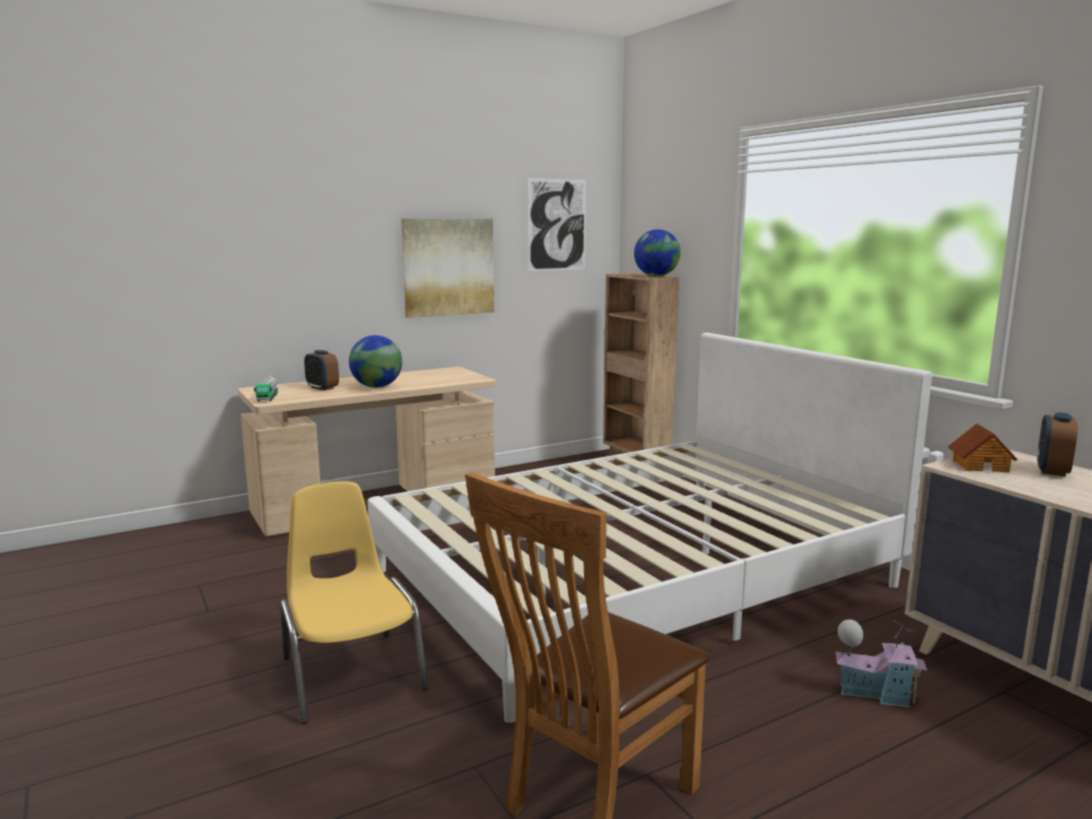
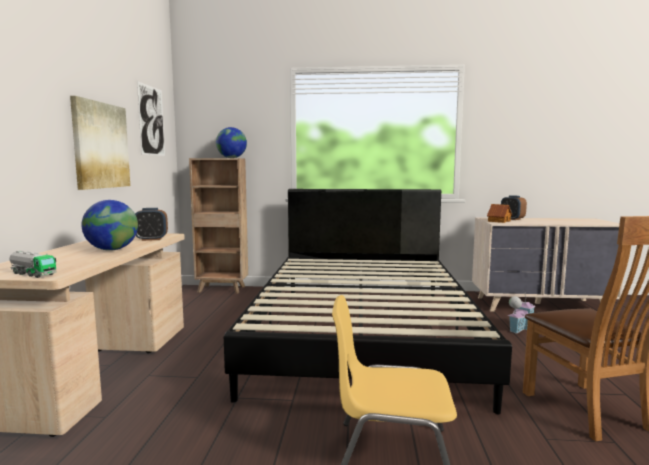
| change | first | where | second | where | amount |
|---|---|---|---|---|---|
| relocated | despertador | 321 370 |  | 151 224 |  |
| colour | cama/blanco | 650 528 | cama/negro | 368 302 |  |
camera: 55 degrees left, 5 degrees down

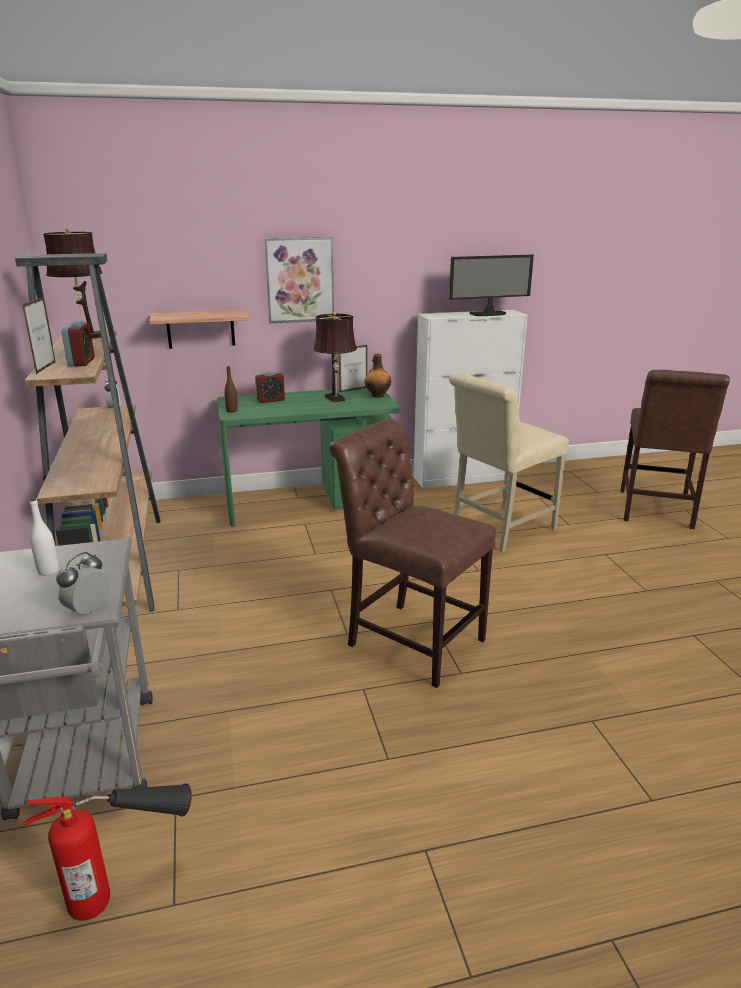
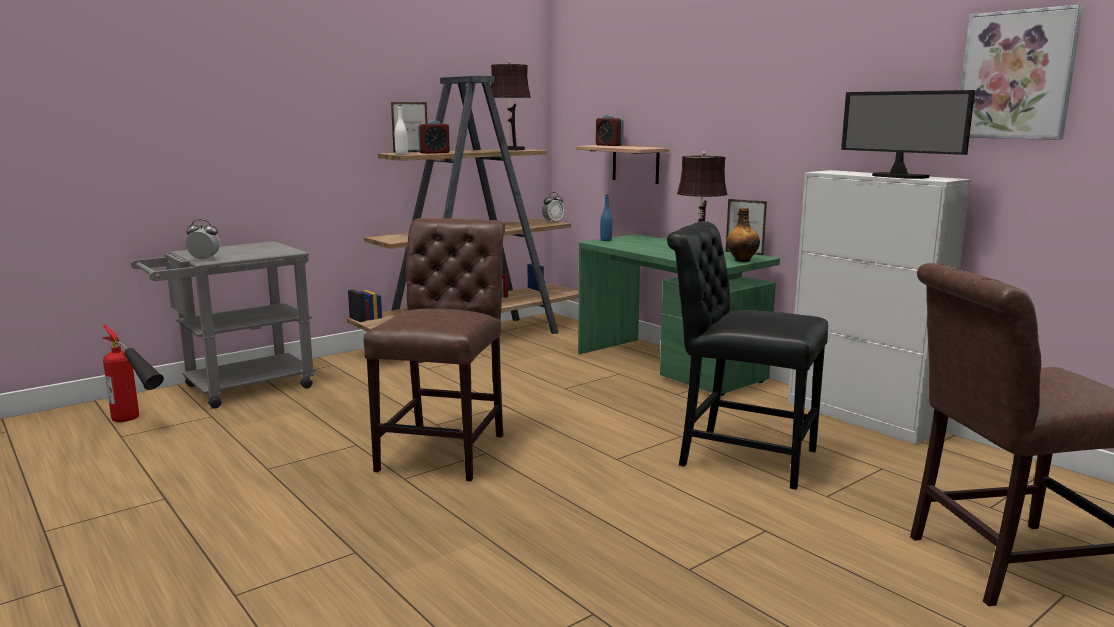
| change | first | where | second | where | amount |
|---|---|---|---|---|---|
| relocated | botella/blanco | 44 537 |  | 401 130 |  |
| relocated | despertador | 270 387 |  | 610 130 |  |
| relocated | cuadro | 299 280 |  | 1022 72 |  |
| colour | botella/marrón | 231 389 | botella/azul | 606 218 |  |
| colour | silla/beis | 509 462 | silla/negro | 747 355 |  |
camera: 65 degrees right, 10 degrees down

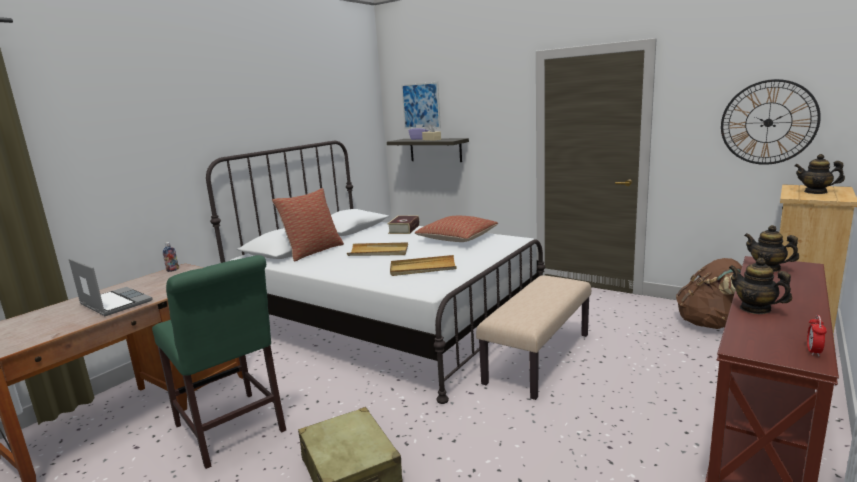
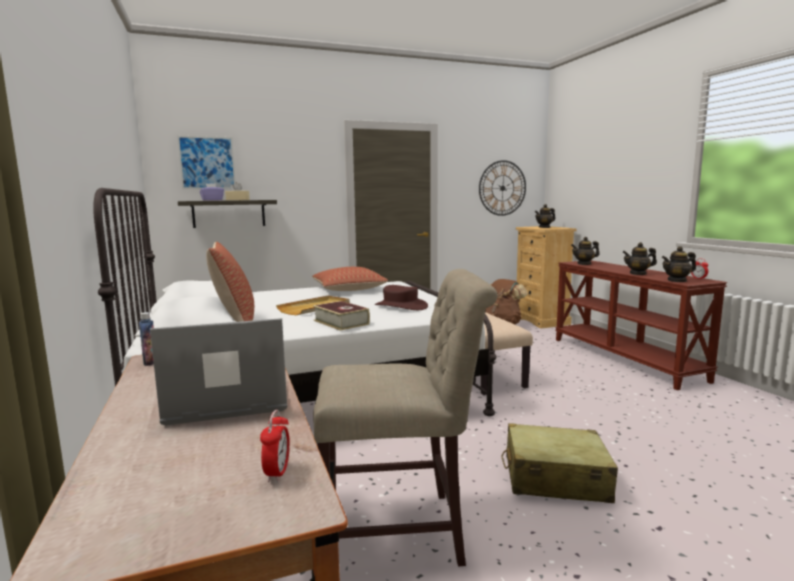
| change | first | where | second | where | amount |
|---|---|---|---|---|---|
| appeared |  |  | despertador | 275 446 |  |
| appeared |  |  | tetera | 679 264 |  |
| relocated | libro | 403 225 |  | 341 316 |  |
| exchanged | bandeja/beis | 423 265 | sombrero/marrón | 401 297 |  |
| colour | silla/verde | 219 362 | silla/beis | 405 417 |  |
camera: 55 degrees left, 5 degrees down

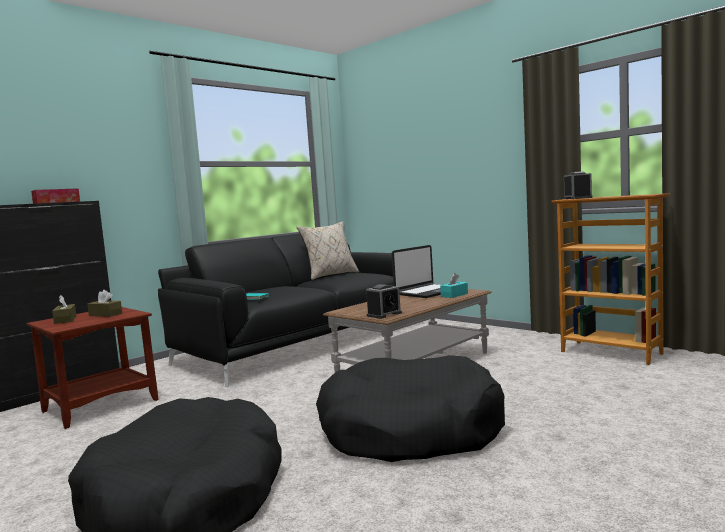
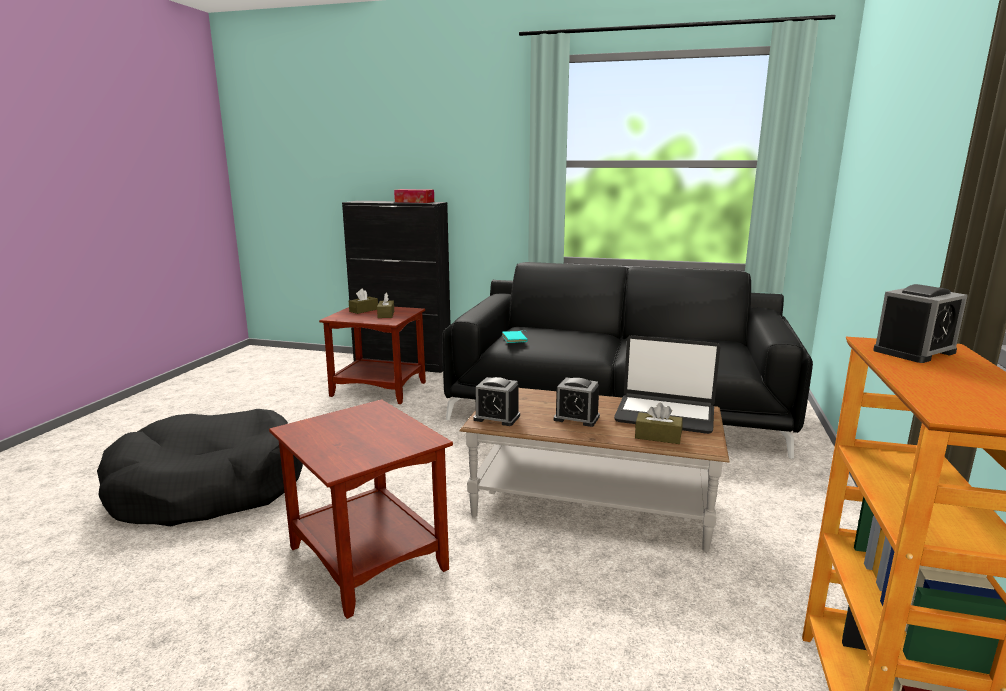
| change | first | where | second | where | amount |
|---|---|---|---|---|---|
| missing | cojín/beis | 328 250 |  |  |  |
| appeared |  |  | despertador | 577 402 |  |
| exchanged | cama para perro/negro | 410 408 | mesa auxiliar/marrón | 361 509 |  |
| colour | caja de pañuelos/turquesa | 454 285 | caja de pañuelos/marrón | 659 423 |  |
camera: 60 degrees right, 10 degrees up

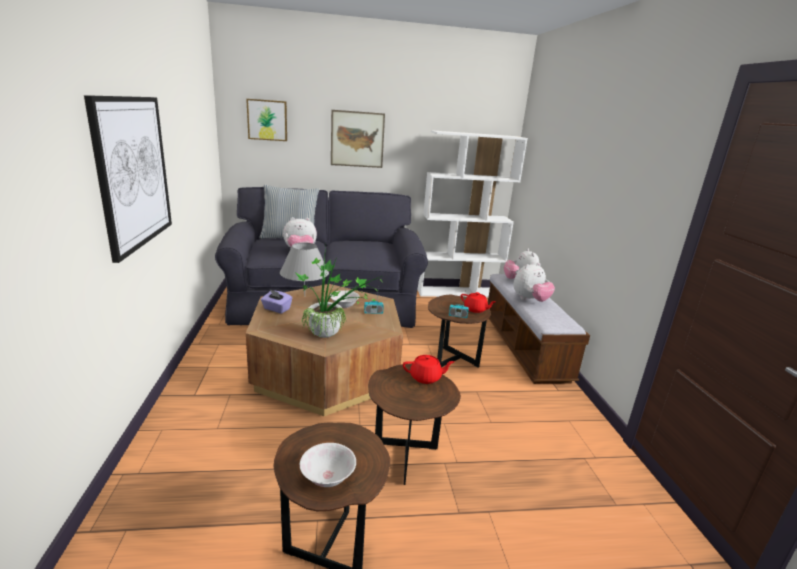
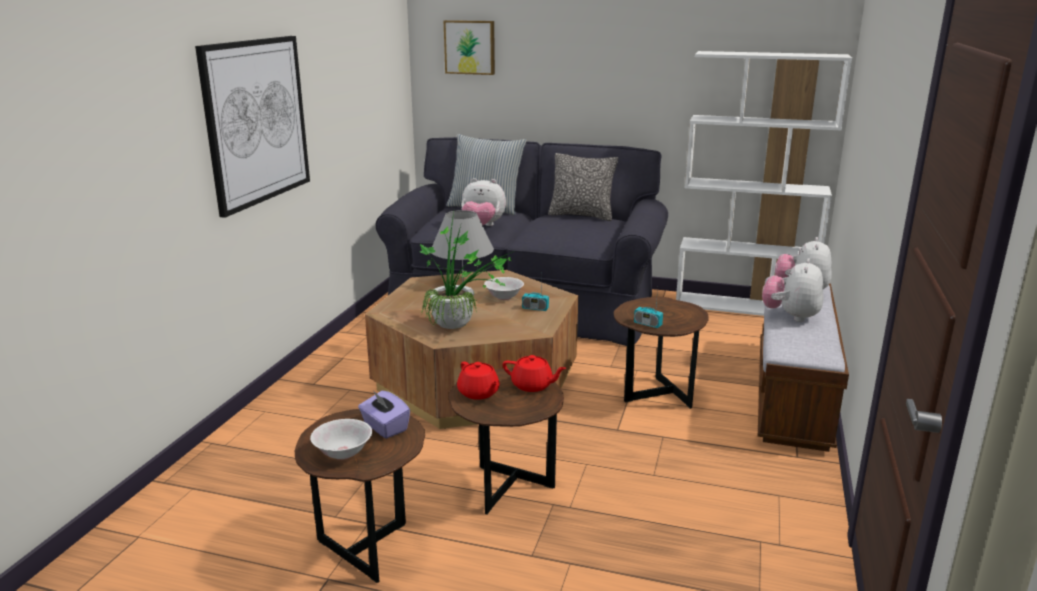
| change | first | where | second | where | amount |
|---|---|---|---|---|---|
| missing | cuadro | 358 139 |  |  |  |
| appeared |  |  | cojín | 583 187 |  |
| relocated | caja de pañuelos/morado | 276 301 |  | 384 415 |  |
| relocated | tetera/rojo | 478 302 |  | 478 381 |  |
| spun | peluche | 534 282 |  | 792 290 | 120 degrees clockwise |
camera: 25 degrees right, 0 degrees up

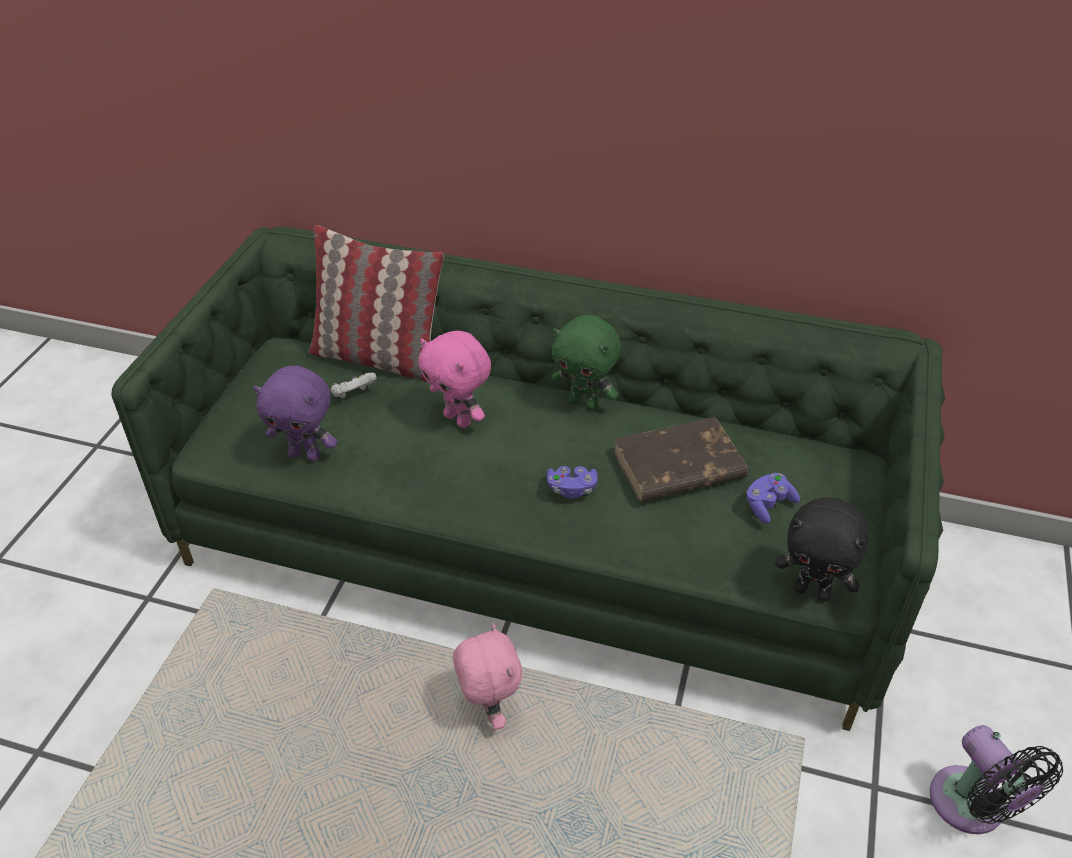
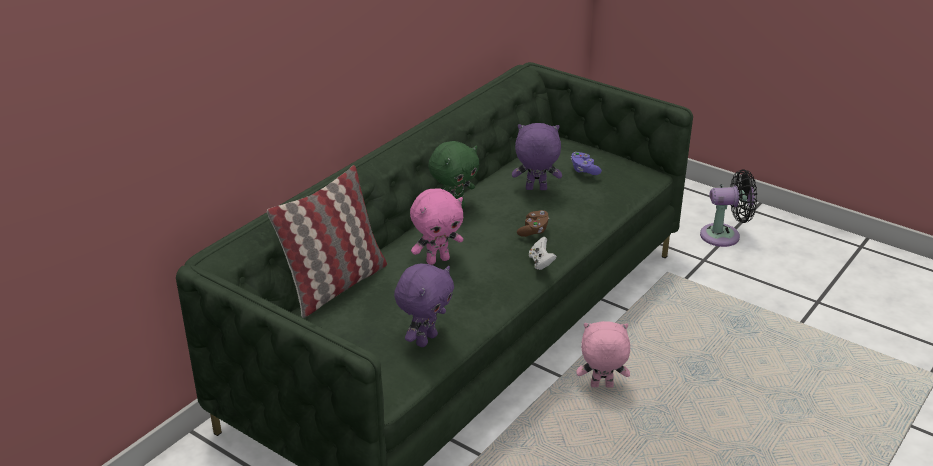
| change | first | where | second | where | amount |
|---|---|---|---|---|---|
| missing | peluche/negro | 822 549 |  |  |  |
| relocated | mando de consola/blanco | 354 385 |  | 543 253 |  |
| exchanged | libro/marrón | 680 459 | peluche/morado | 537 156 |  |
| colour | mando de consola/morado | 572 482 | mando de consola/marrón | 533 223 |  |
camera: 70 degrees left, 10 degrees down

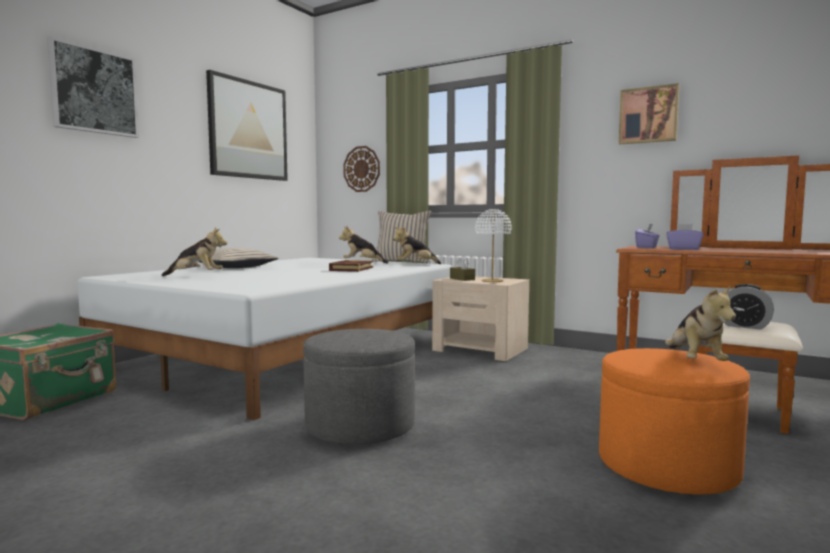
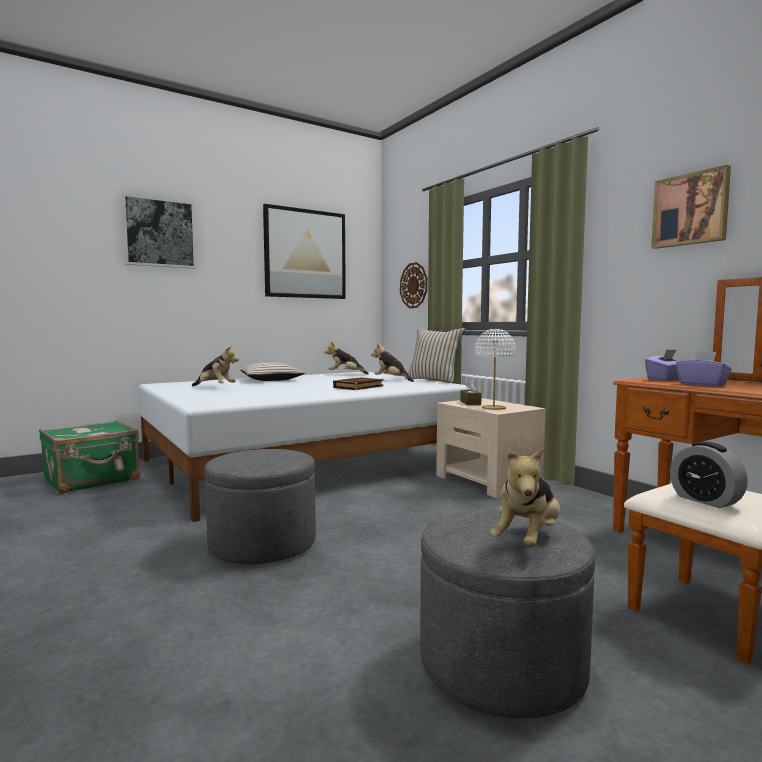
| change | first | where | second | where | amount |
|---|---|---|---|---|---|
| relocated | peluche | 417 245 |  | 347 358 |  |
| colour | puf/naranja | 674 421 | puf/gris | 507 614 |  |
camera: 25 degrees right, 0 degrees up

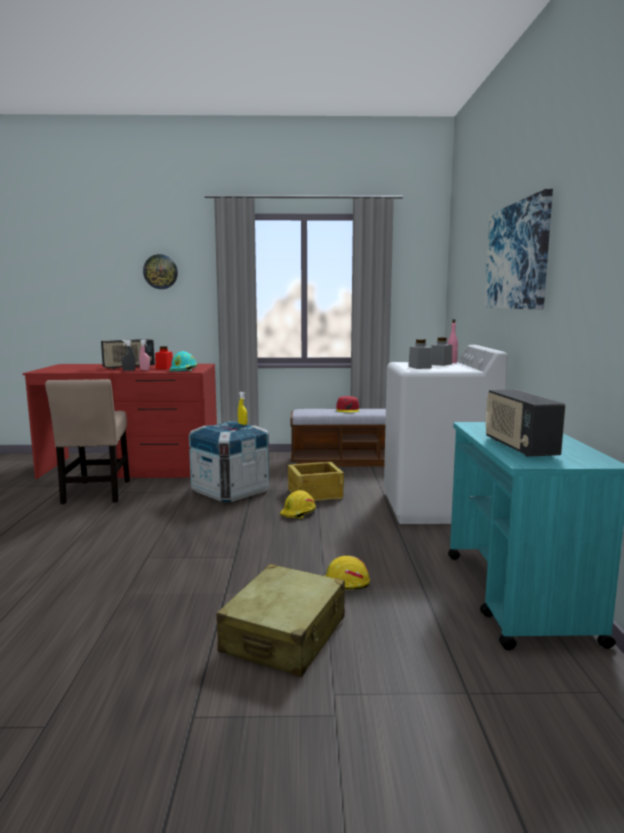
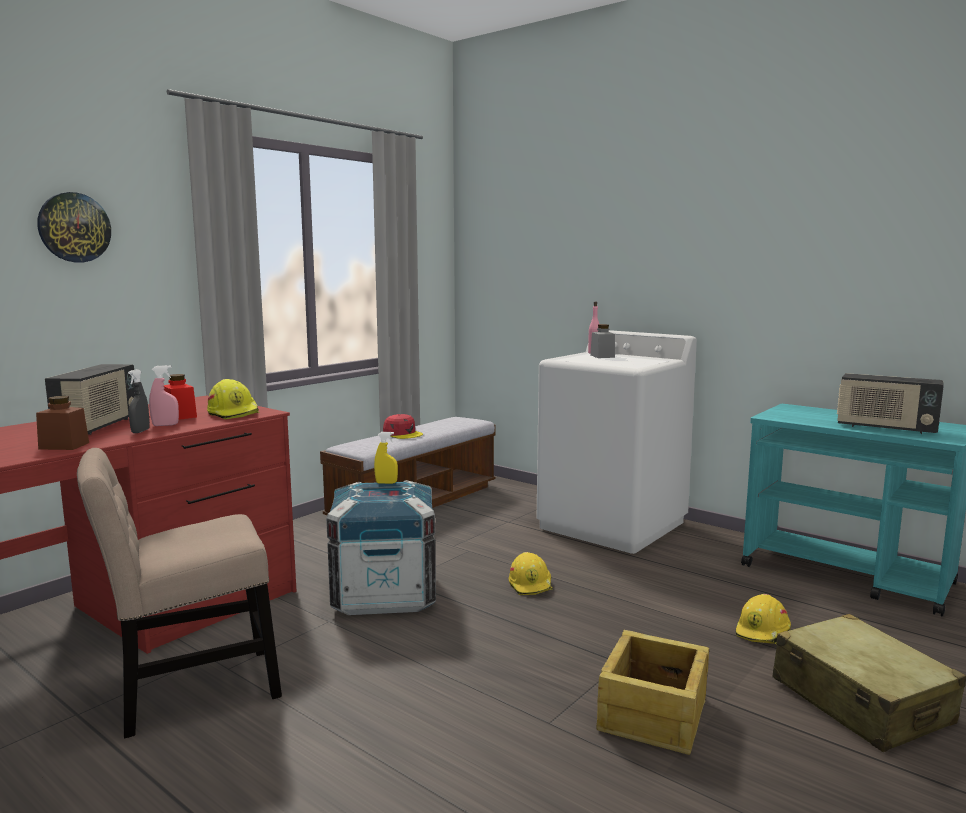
| change | first | where | second | where | amount |
|---|---|---|---|---|---|
| missing | tarro/gris | 420 354 |  |  |  |
| missing | cuadro | 518 249 |  |  |  |
| appeared |  |  | tarro/marrón | 62 423 |  |
| relocated | caja de embalaje | 316 481 |  | 652 692 |  |
| colour | casco/turquesa | 183 361 | casco/amarillo | 233 399 |  |
| spun | silla/beis | 87 441 |  | 179 593 | 120 degrees clockwise |
camera: 50 degrees left, 0 degrees up

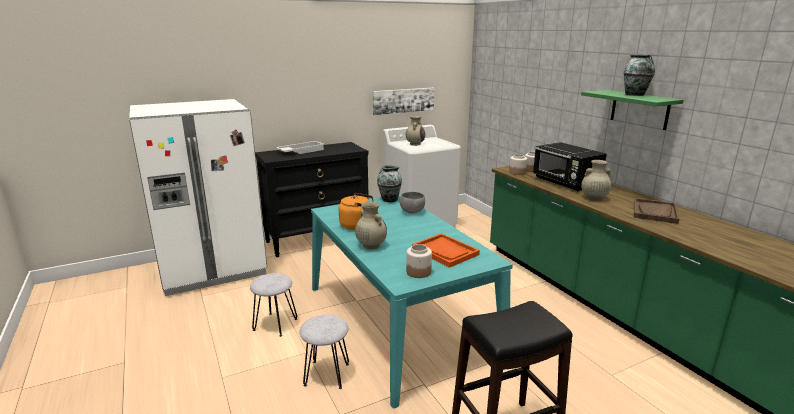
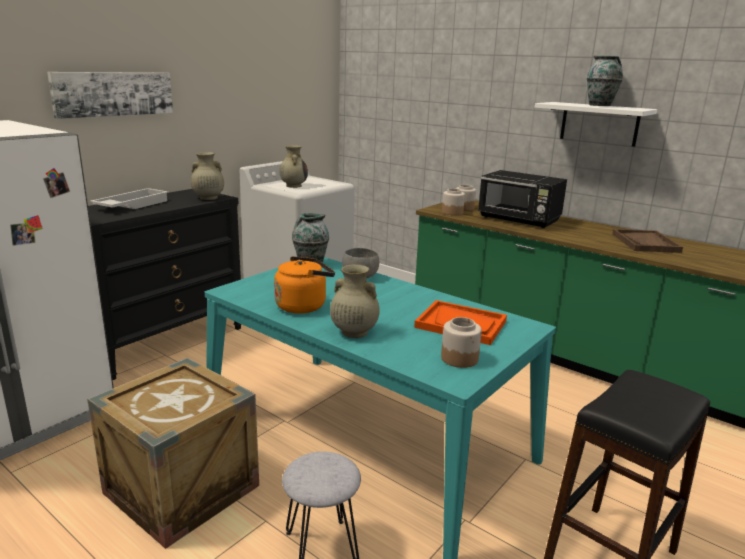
| change | first | where | second | where | amount |
|---|---|---|---|---|---|
| relocated | cuadro | 403 101 |  | 110 95 |  |
| relocated | florero/beis | 596 180 |  | 207 176 |  |
| exchanged | taburete/gris | 273 305 | caja de embalaje | 173 453 |  |
| colour | estante/verde | 632 110 | estante/blanco | 596 124 |  |
camera: 25 degrees left, 0 degrees up

